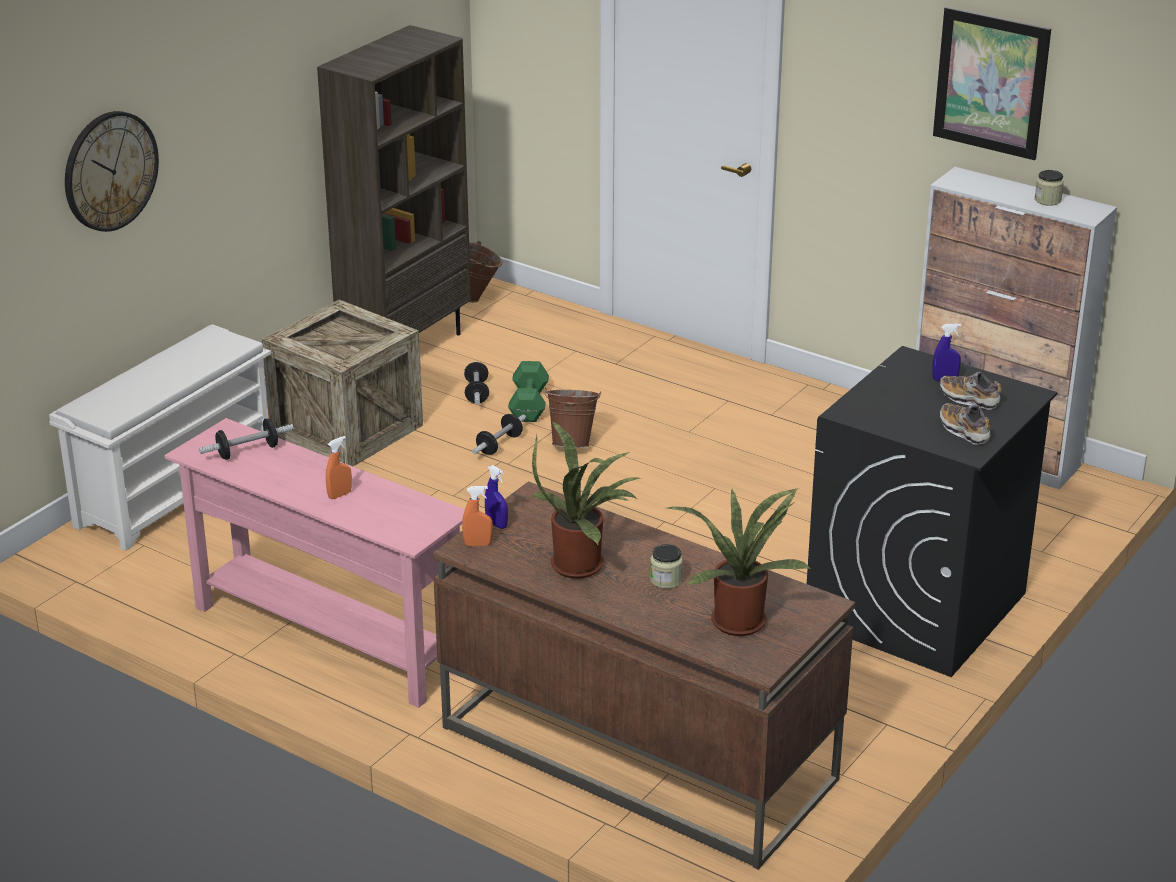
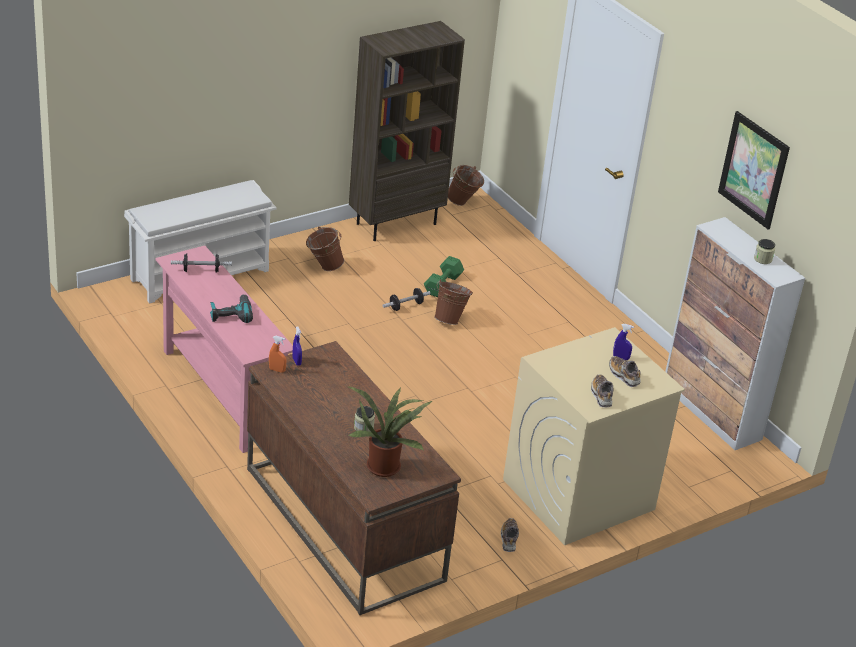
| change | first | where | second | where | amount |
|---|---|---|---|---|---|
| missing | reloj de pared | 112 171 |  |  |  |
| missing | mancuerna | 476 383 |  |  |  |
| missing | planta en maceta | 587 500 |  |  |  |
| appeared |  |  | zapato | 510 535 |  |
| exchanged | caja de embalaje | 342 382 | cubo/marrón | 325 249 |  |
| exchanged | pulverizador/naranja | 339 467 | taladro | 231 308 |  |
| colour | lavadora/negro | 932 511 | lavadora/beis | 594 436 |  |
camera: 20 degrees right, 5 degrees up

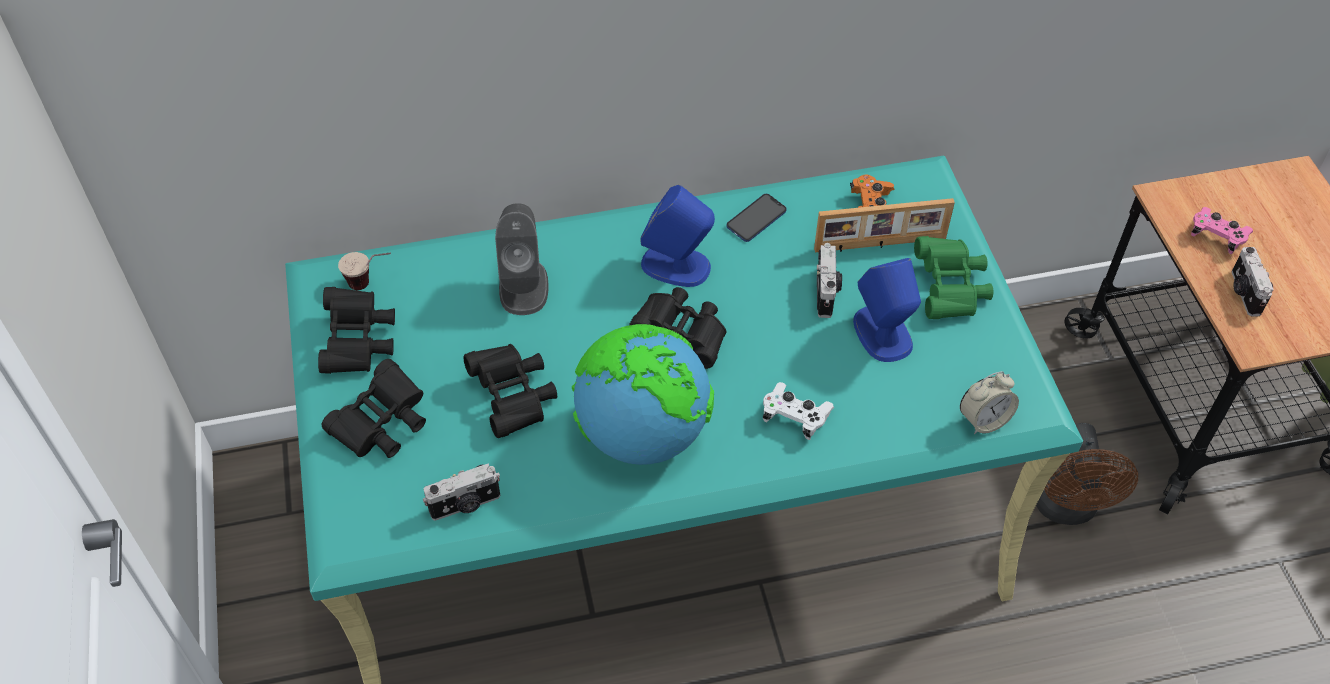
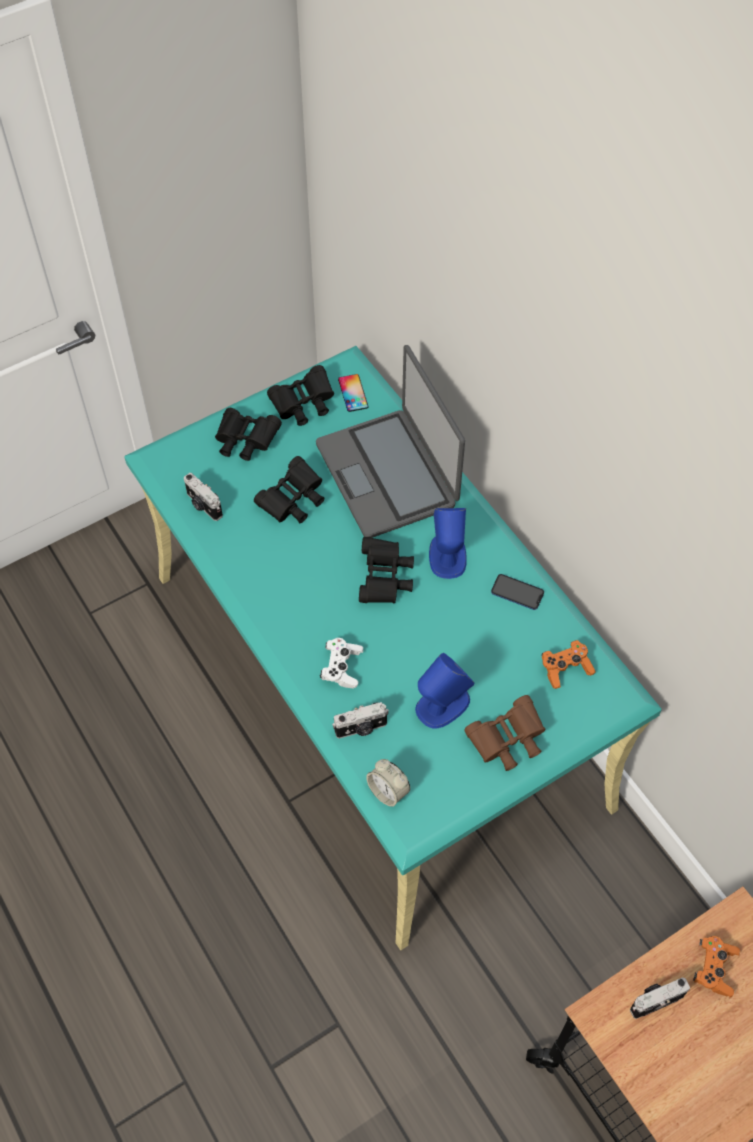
| change | first | where | second | where | amount |
|---|---|---|---|---|---|
| missing | globo terráqueo | 643 394 |  |  |  |
| missing | portarretratos | 884 225 |  |  |  |
| missing | ventilador/marrón | 1087 474 |  |  |  |
| relocated | cámara | 829 280 |  | 360 720 |  |
| exchanged | taza | 364 271 | móvil | 353 393 |  |
| exchanged | altavoz/gris | 522 259 | portátil | 390 441 |  |
| colour | prismáticos/verde | 953 277 | prismáticos/marrón | 504 733 |  |
| colour | mando de consola/rosa | 1222 230 | mando de consola/naranja | 716 966 |  |
camera: 70 degrees right, 5 degrees up

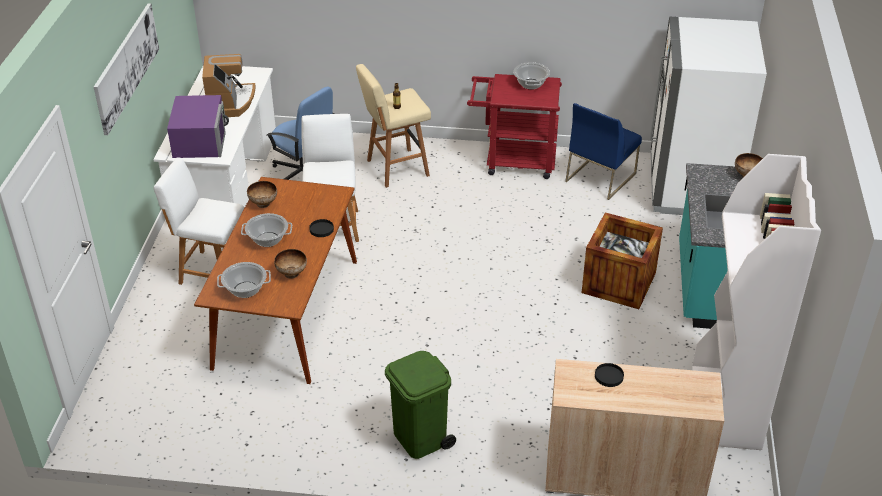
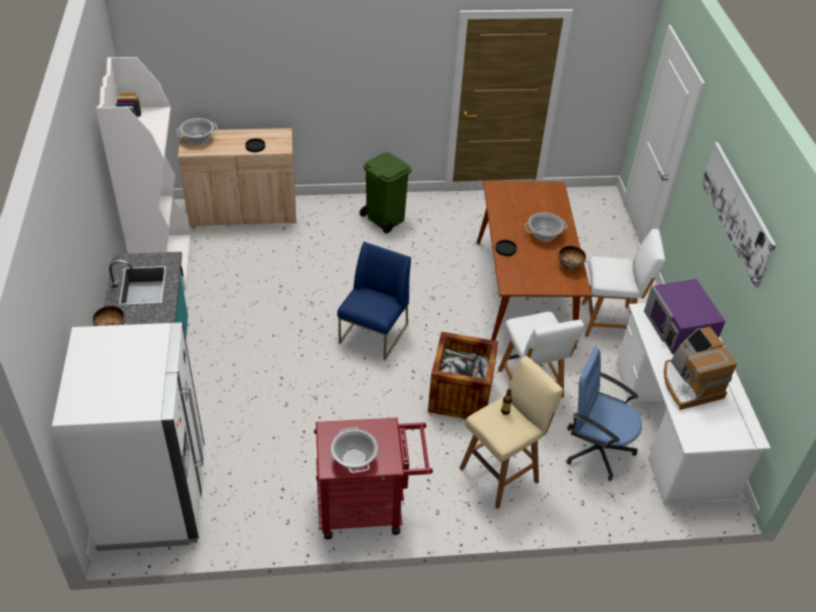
| change | first | where | second | where | amount |
|---|---|---|---|---|---|
| missing | cuenco | 290 264 |  |  |  |
| relocated | olla | 244 280 |  | 197 131 |  |
| relocated | silla/azul | 603 151 |  | 374 301 |  |
| relocated | caja de embalaje | 622 260 |  | 463 375 |  |
camera: 165 degrees right, 5 degrees up

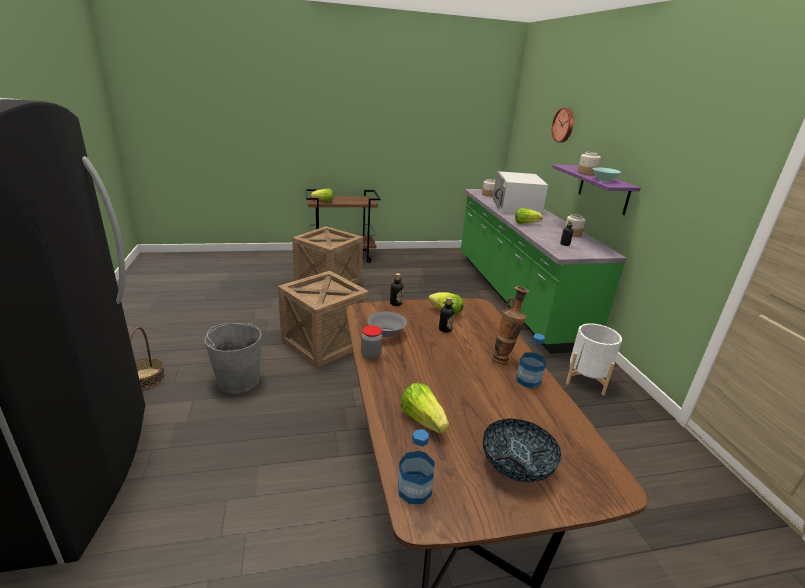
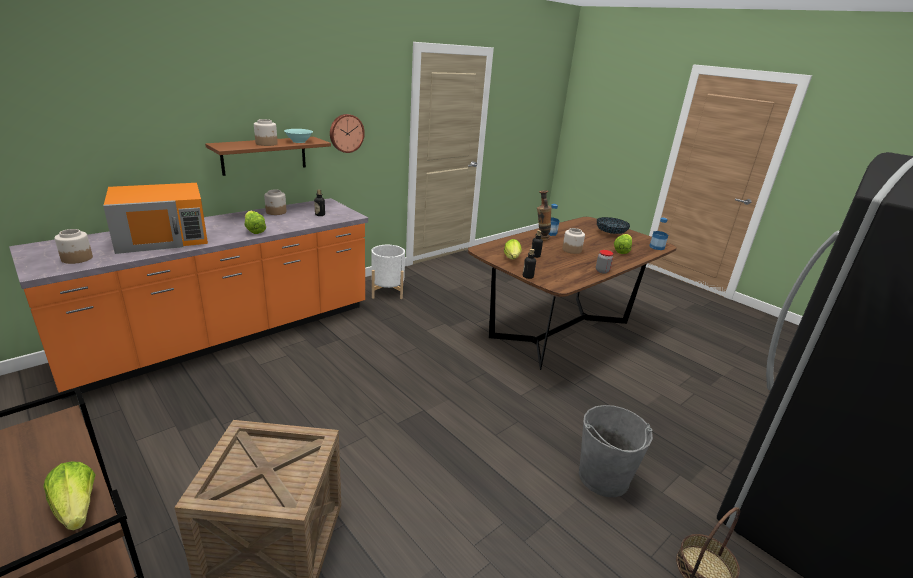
| change | first | where | second | where | amount |
|---|---|---|---|---|---|
| missing | caja de embalaje | 323 319 |  |  |  |
| missing | cuenco/gris | 387 325 |  |  |  |
| appeared |  |  | tarro | 573 241 |  |
| relocated | reloj de pared | 563 125 |  | 347 133 |  |
| colour | mueble bajo de cocina/verde | 544 271 | mueble bajo de cocina/naranja | 188 299 |  |
| colour | microondas/blanco | 520 192 | microondas/naranja | 155 218 |  |
| colour | estante/morado | 596 190 | estante/marrón | 268 156 |  |
camera: 120 degrees left, 0 degrees up

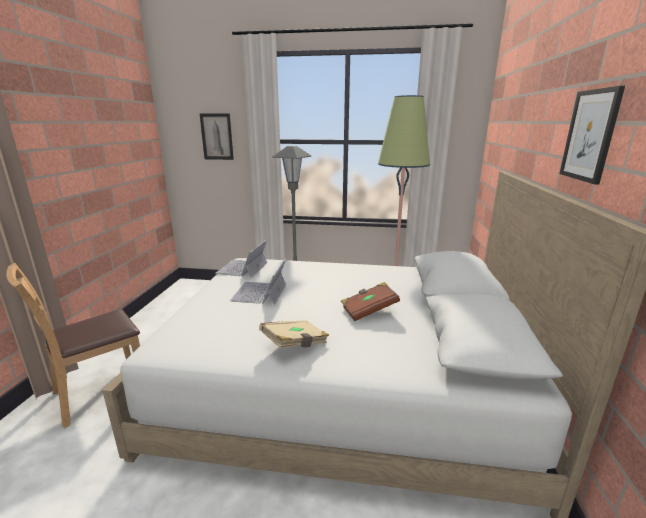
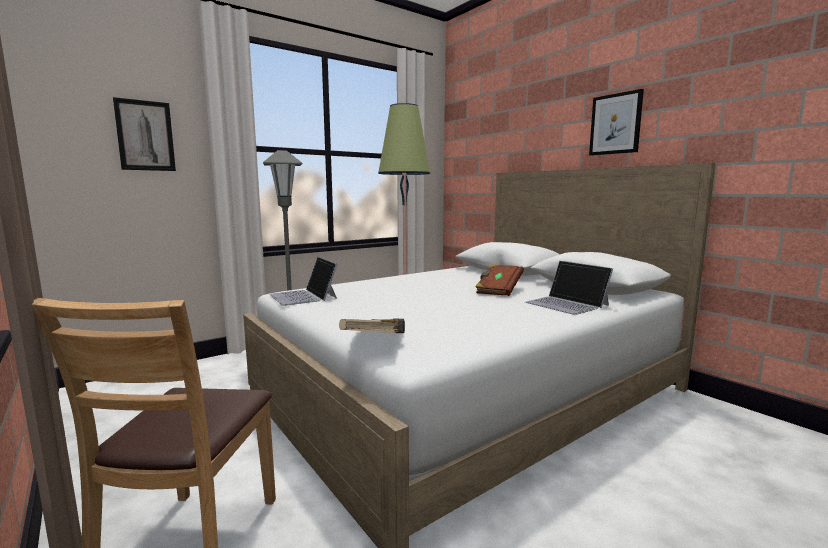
| change | first | where | second | where | amount |
|---|---|---|---|---|---|
| relocated | portátil | 258 281 |  | 569 288 |  |
| relocated | libro/beis | 294 334 |  | 372 325 |  |
camera: 45 degrees left, 10 degrees down

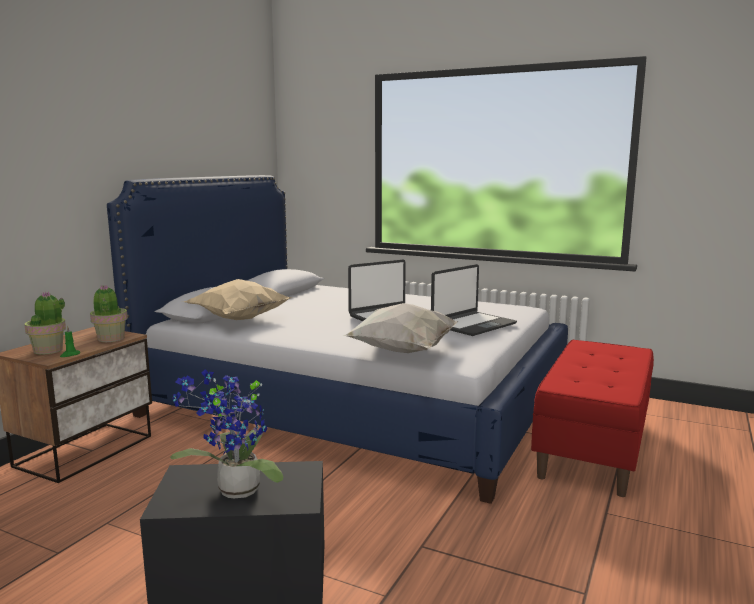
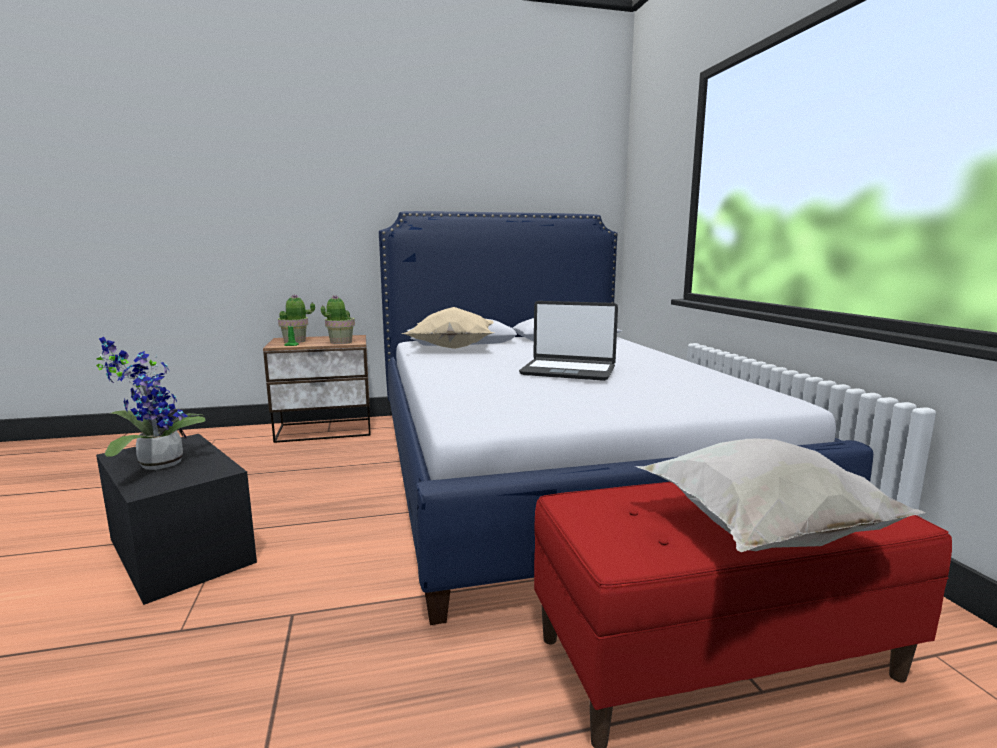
| change | first | where | second | where | amount |
|---|---|---|---|---|---|
| missing | portátil | 474 300 |  |  |  |
| relocated | cojín/blanco | 400 328 |  | 780 495 |  |
camera: 50 degrees right, 0 degrees up

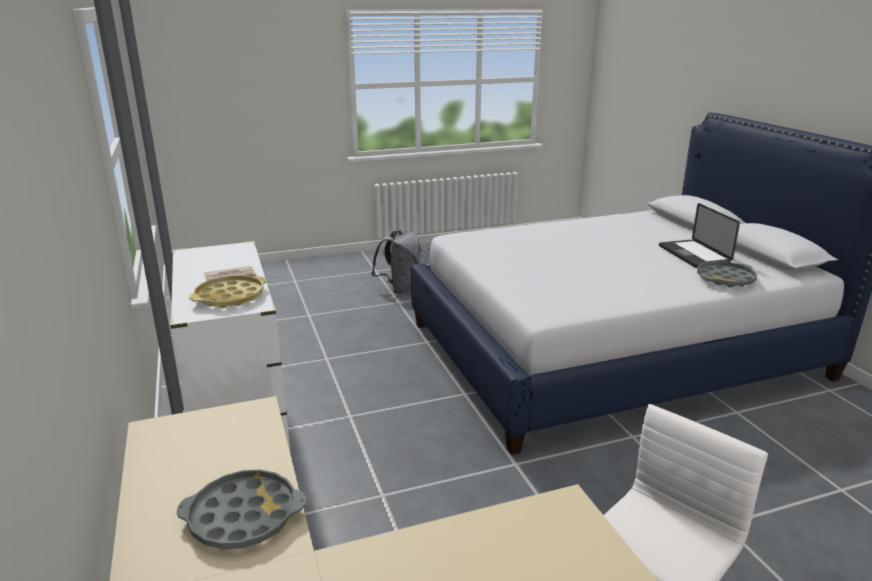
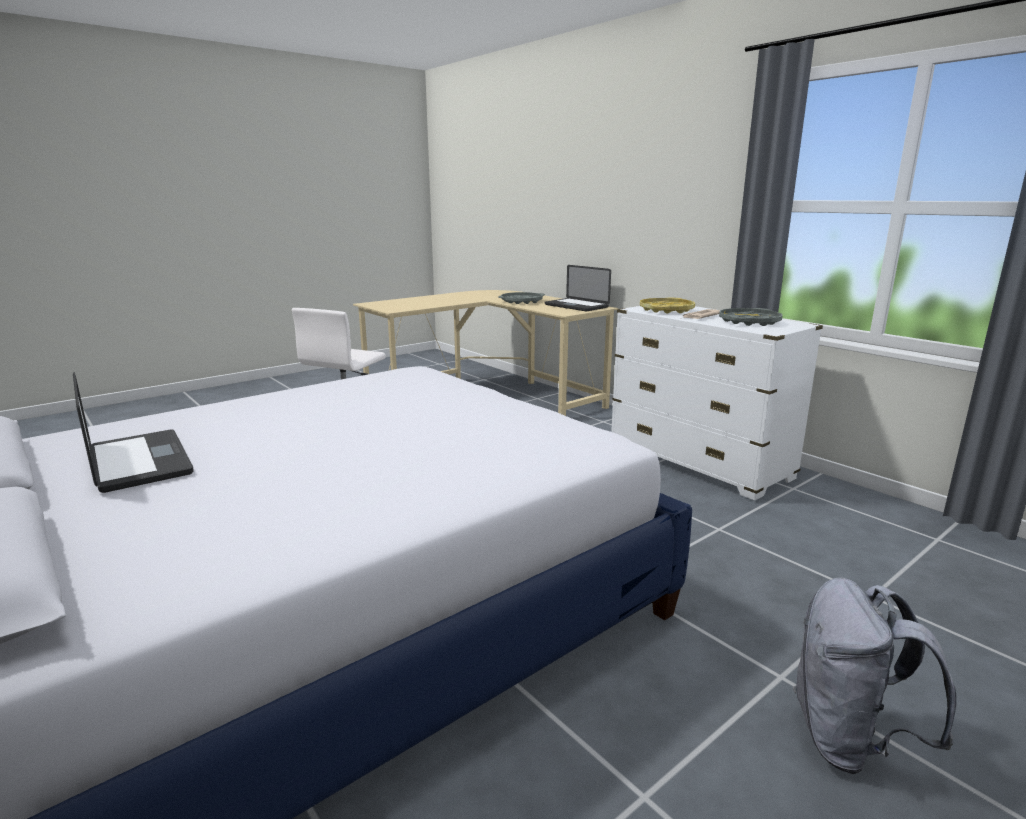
| change | first | where | second | where | amount |
|---|---|---|---|---|---|
| appeared |  |  | portátil | 578 288 |  |
| relocated | bandeja/gris | 727 274 |  | 750 317 |  |
camera: 160 degrees right, 5 degrees down

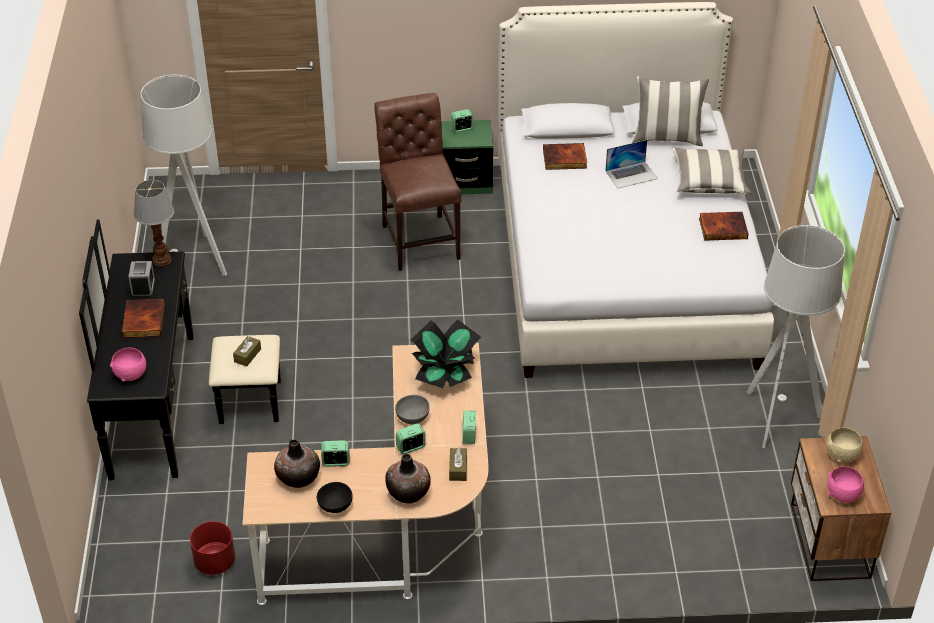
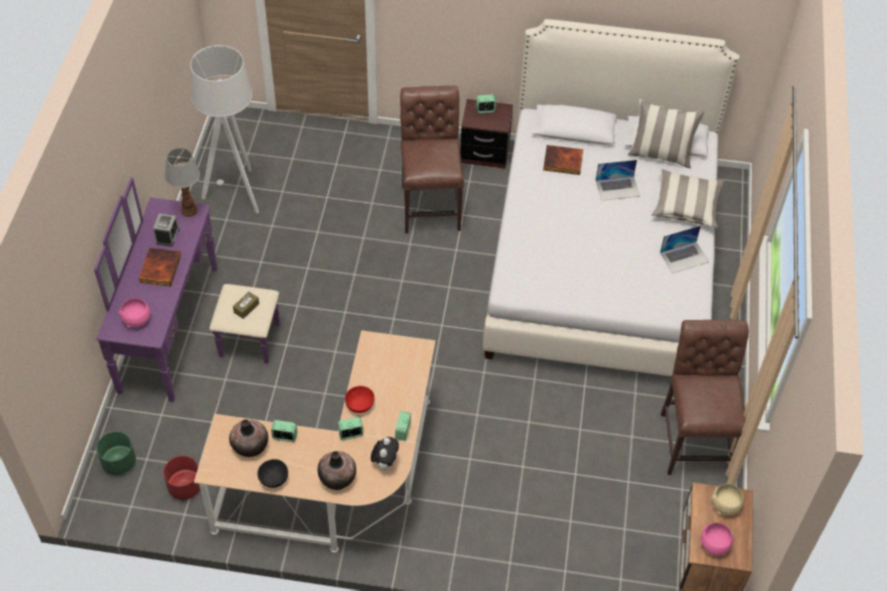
| change | first | where | second | where | amount |
|---|---|---|---|---|---|
| missing | planta en maceta | 446 354 |  |  |  |
| appeared |  |  | maceta/verde | 116 453 |  |
| exchanged | caja de pañuelos/marrón | 458 464 | peluche | 385 454 |  |
| exchanged | libro | 724 226 | portátil | 684 249 |  |
| exchanged | lámpara de pie/gris | 796 336 | silla/marrón | 705 397 |  |
| colour | cómoda/negro | 180 350 | cómoda/morado | 187 289 |  |
| colour | cuenco/gris | 412 409 | cuenco/rojo | 360 399 |  |
| colour | mesita de noche/verde | 467 157 | mesita de noche/marrón | 486 134 |  |
camera: 10 degrees right, 10 degrees up

